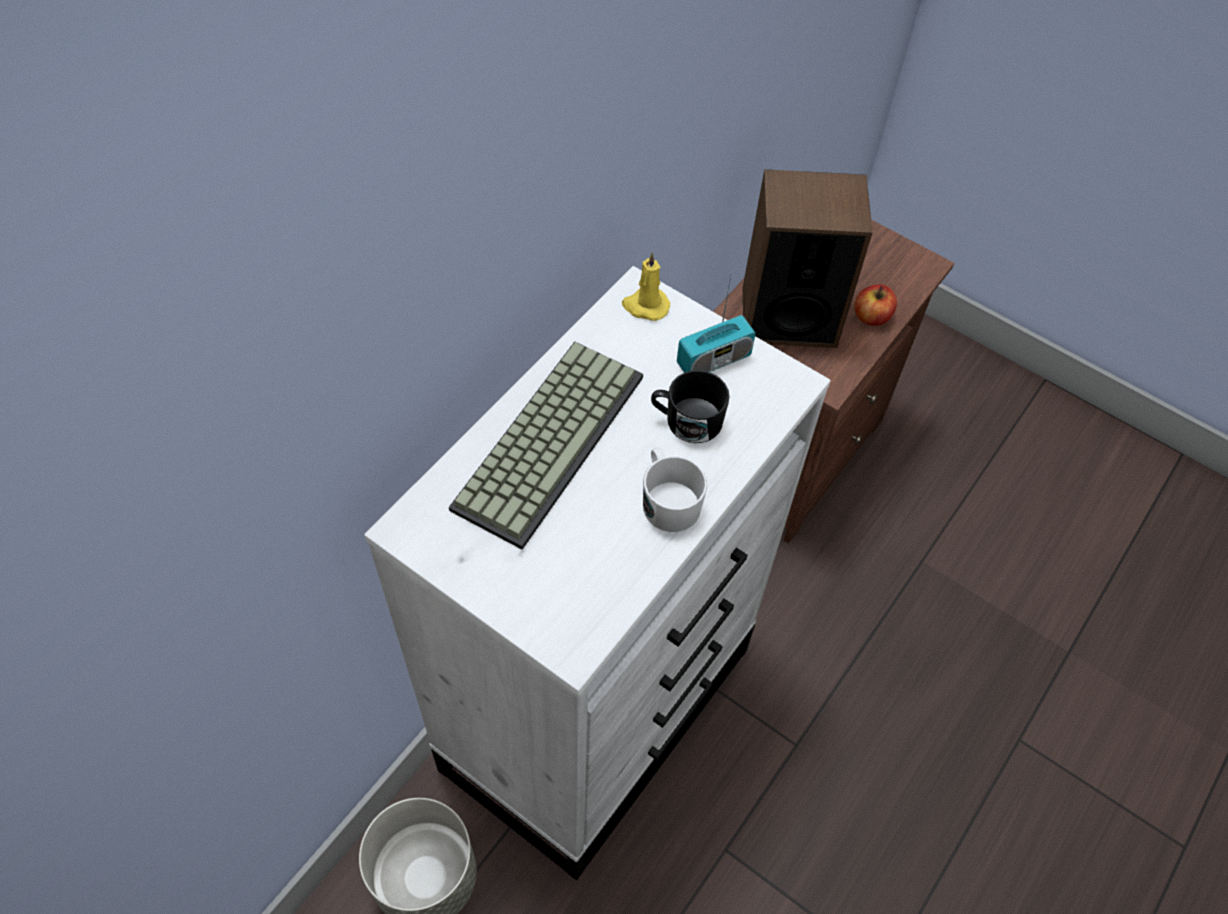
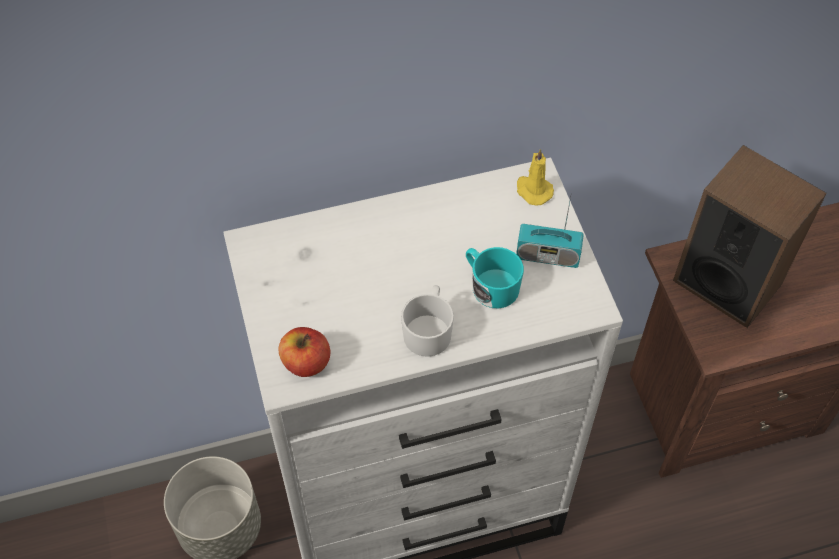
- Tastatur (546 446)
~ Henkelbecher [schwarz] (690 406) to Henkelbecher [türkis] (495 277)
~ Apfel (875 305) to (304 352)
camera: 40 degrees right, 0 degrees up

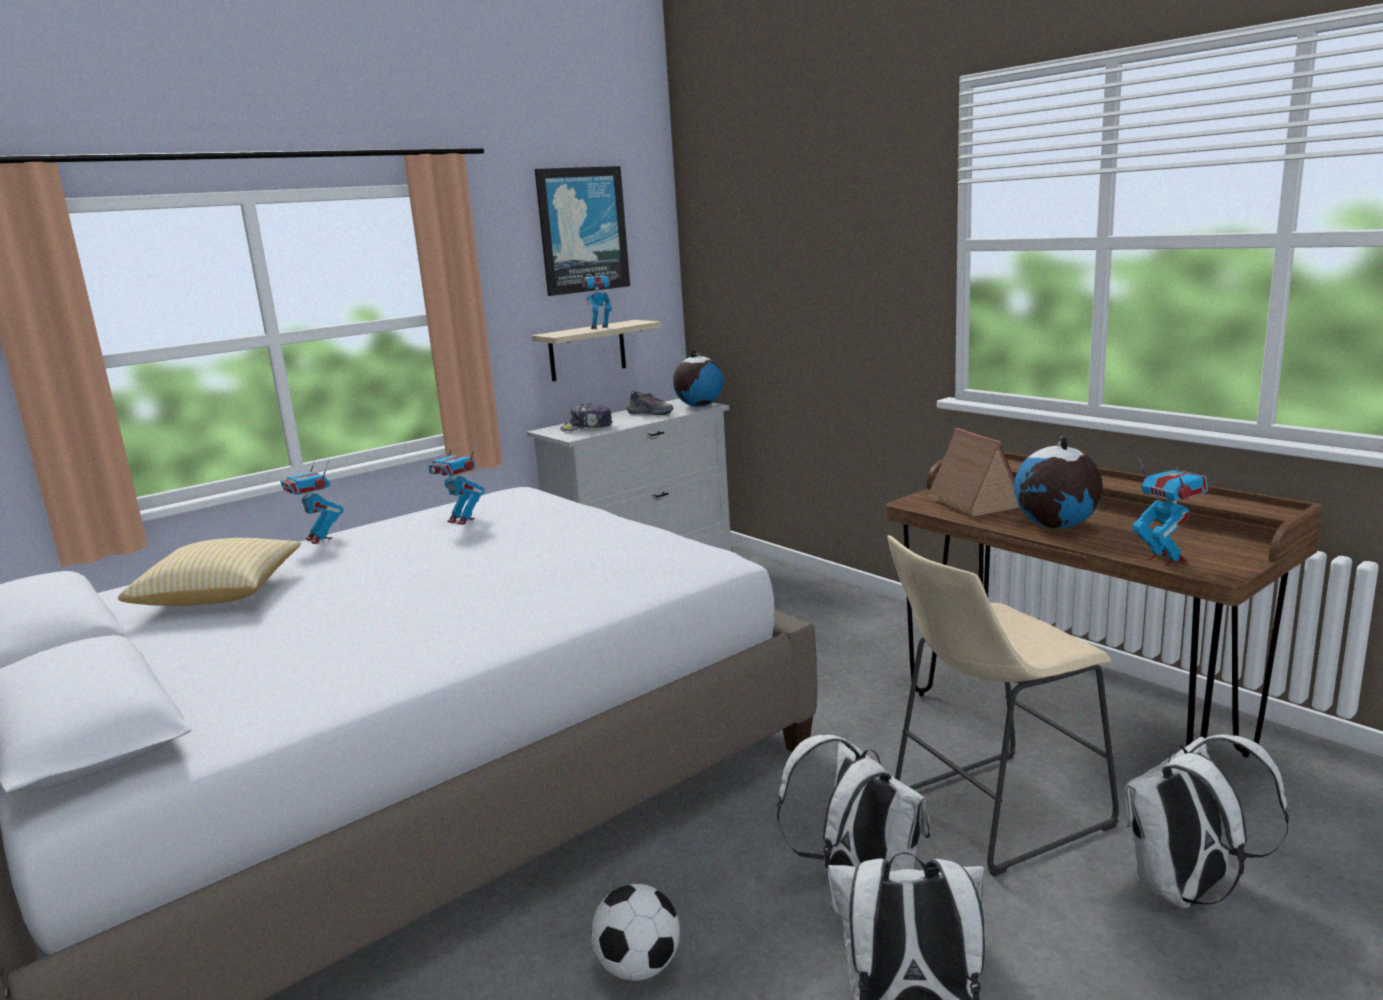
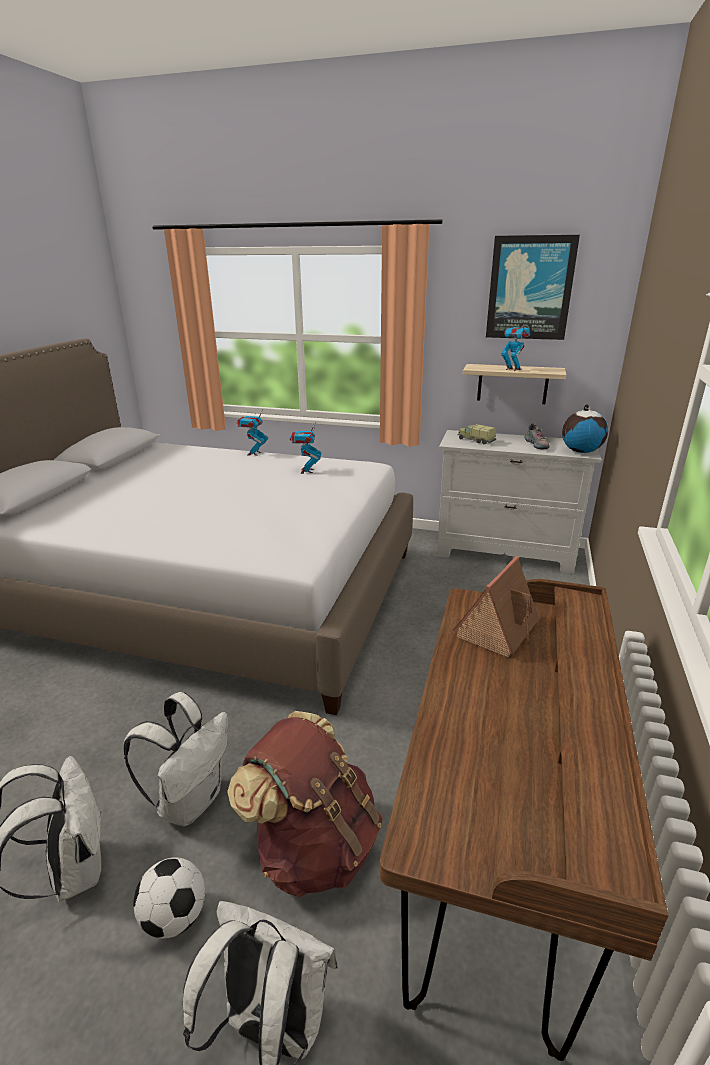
- Kissen (209 572)
~ Kappe (586 417) to Spielzeuglaster (476 434)
~ Fußball (635 932) to (169 898)
~ Hocker [beige] (1003 706) to Rucksack [braun] (305 804)
- Globus (1058 482)
- Spielzeugroboter (1170 512)
camera: 55 degrees right, 10 degrees up

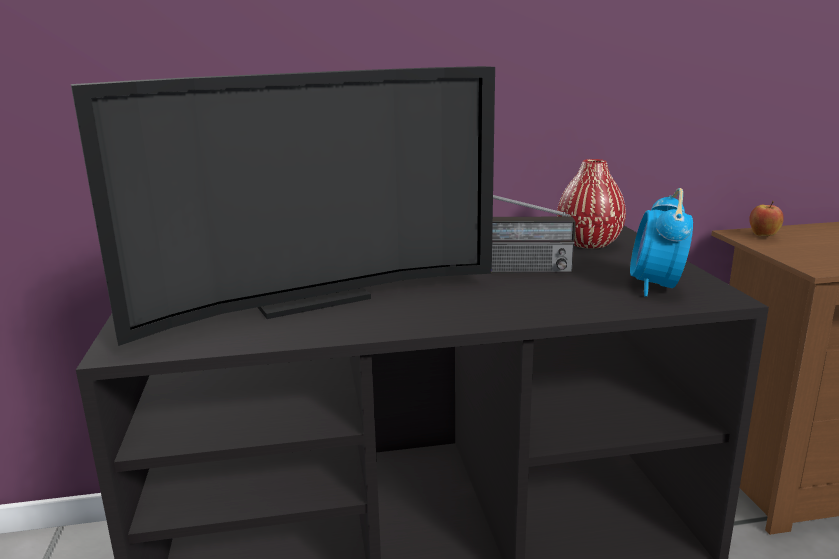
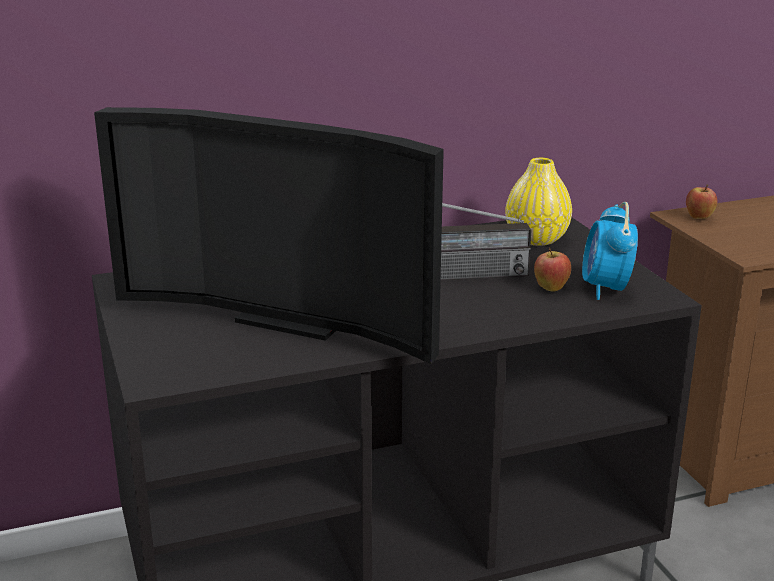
~ Fernseher (283 206) = (269 235) 60 degrees clockwise
~ Vase [rot] (591 204) to Vase [gelb] (538 202)
+ Apfel (552 269)
camera: 10 degrees left, 5 degrees up

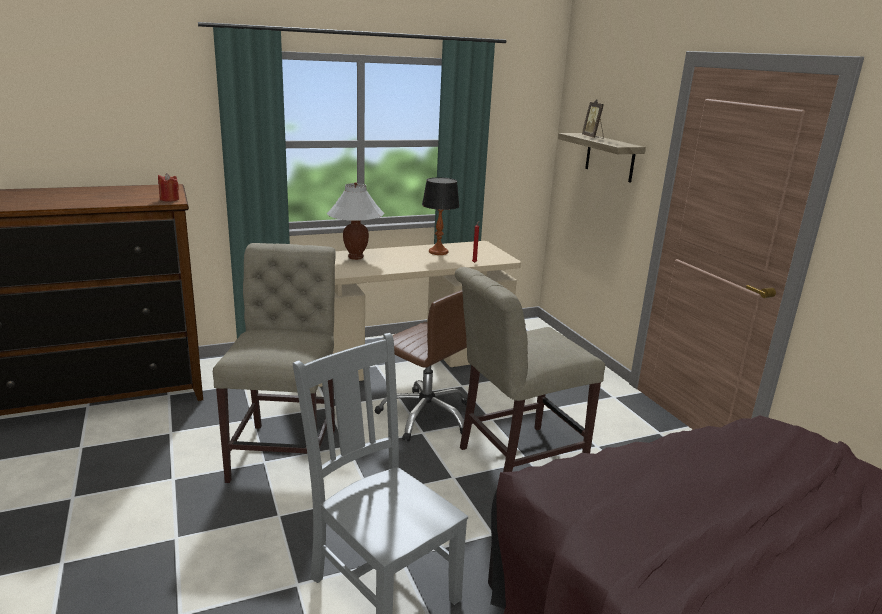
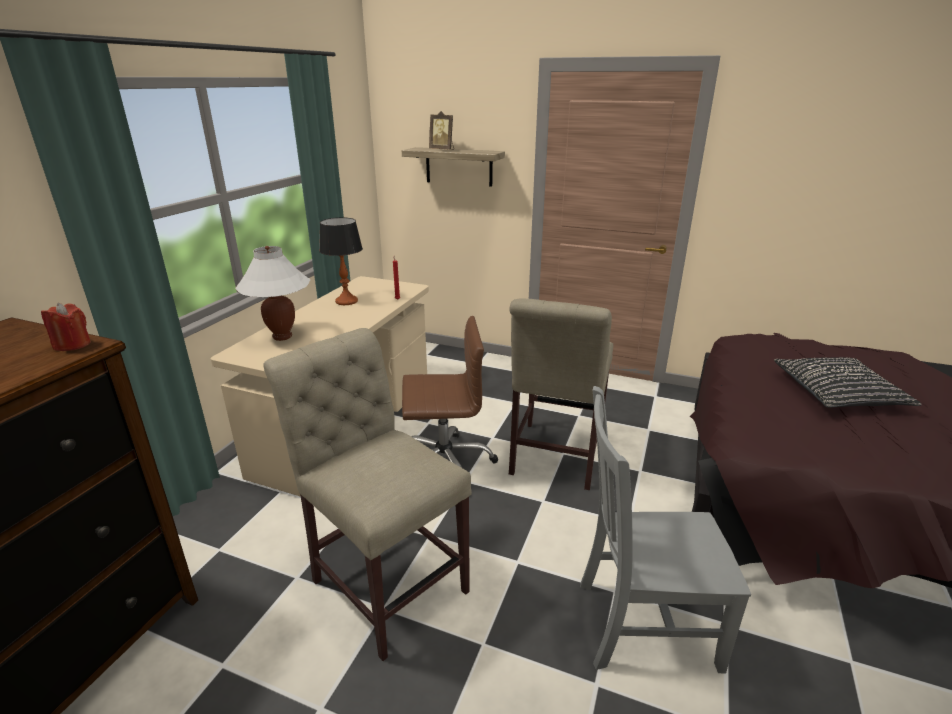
+ Kissen [schwarz] (848 382)
camera: 45 degrees left, 5 degrees up

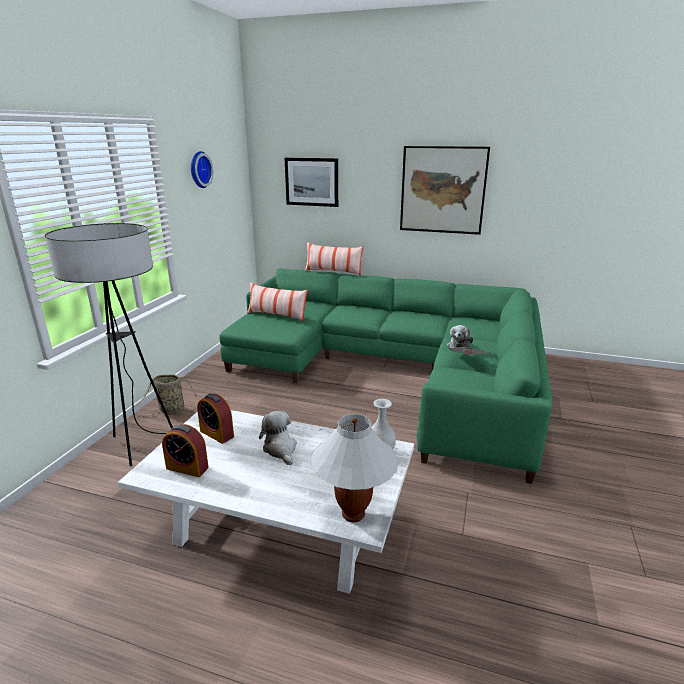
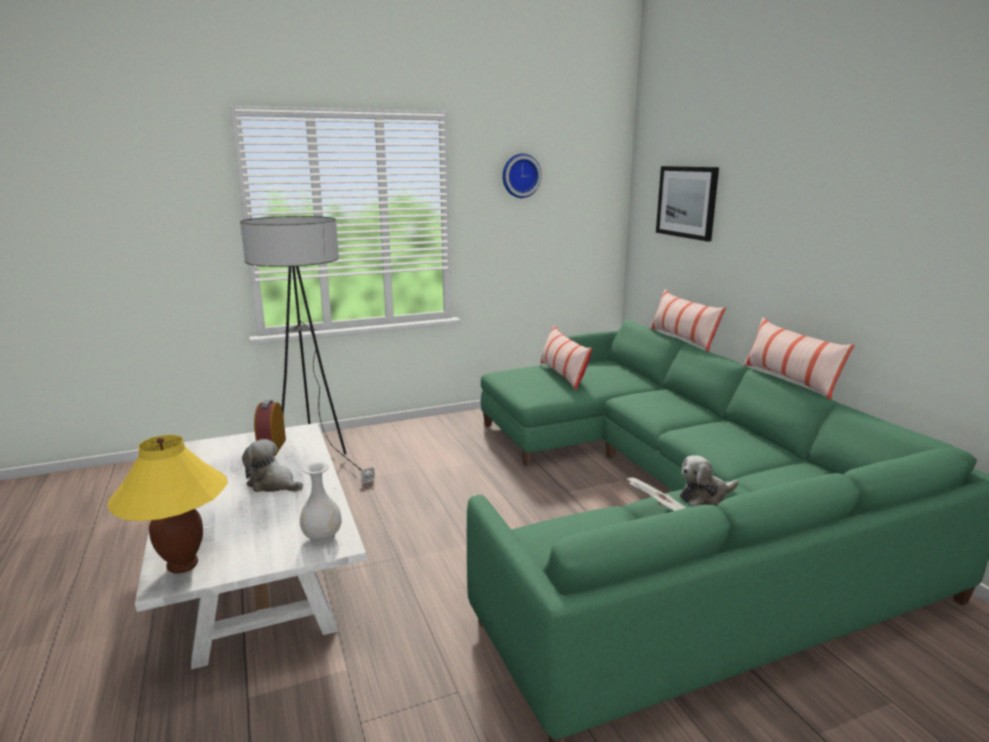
- Korb (165 394)
- Wecker (185 450)
~ Plüschtier (278 438) = (272 465) 90 degrees counterclockwise
~ Tischlampe [weiß] (354 468) to Tischlampe [gelb] (167 504)
- Bild (445 190)
+ Kissen (798 358)
camera: 50 degrees right, 5 degrees down

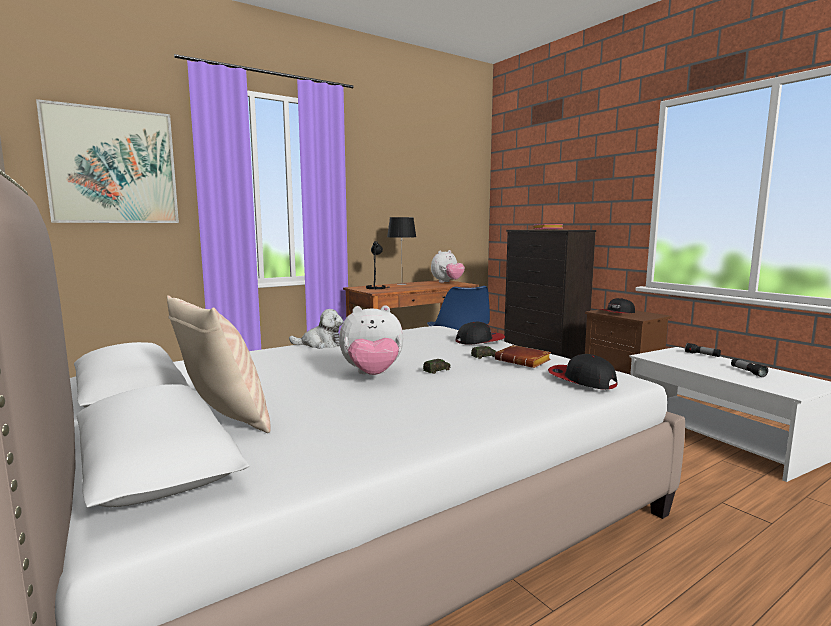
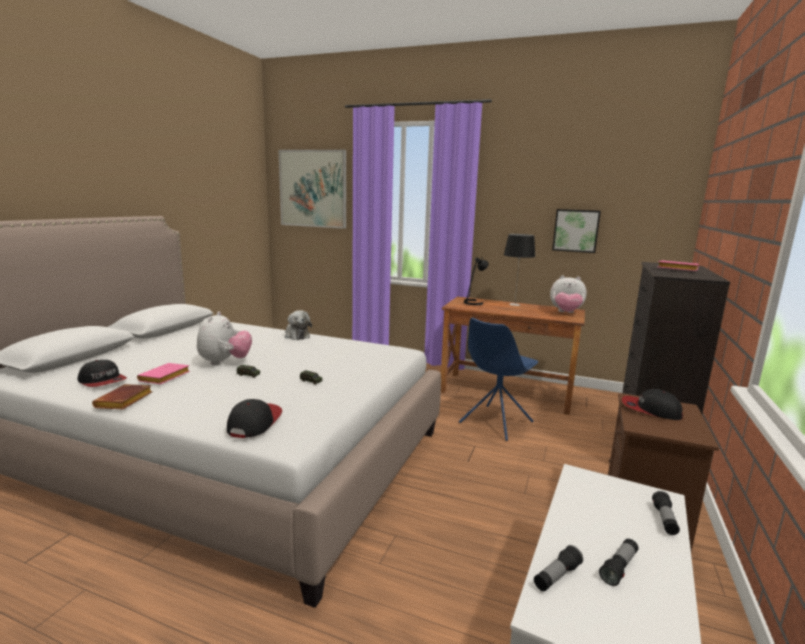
- Kissen [beige] (219 364)
~ Plüschtier (371 340) = (224 338) 135 degrees counterclockwise
~ Kappe (480 333) to (102 373)
~ Buch [braun] (523 356) to (122 396)
+ Buch [rosa] (163 373)
+ Taschenlampe (558 568)
+ Bild (576 231)
camera: 55 degrees right, 5 degrees up

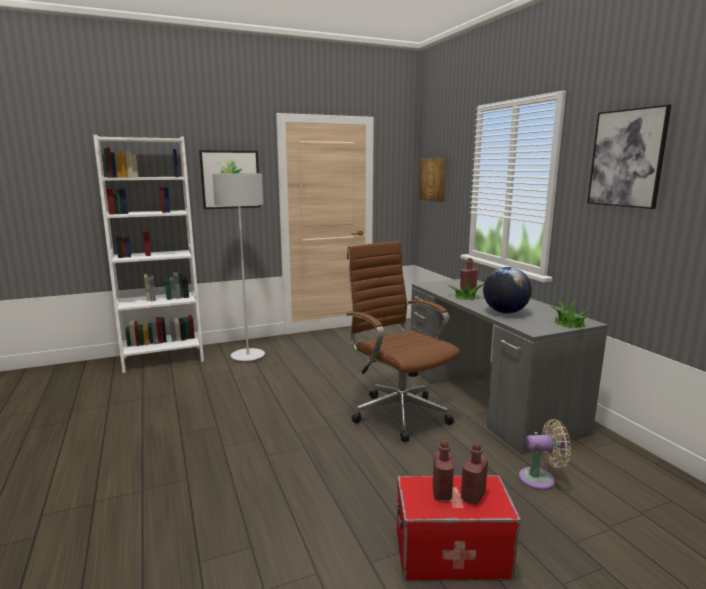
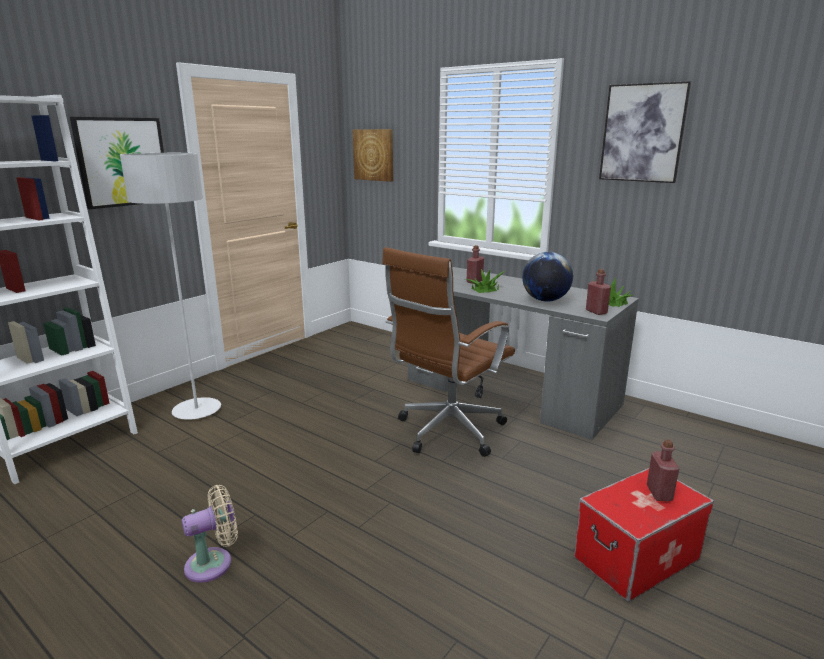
~ Bürostuhl [braun] (403 341) = (448 352) 75 degrees counterclockwise
~ Flasche [rot] (443 470) to (598 292)
~ Ventilator [beige] (545 454) to (210 534)
camera: 30 degrees left, 5 degrees up

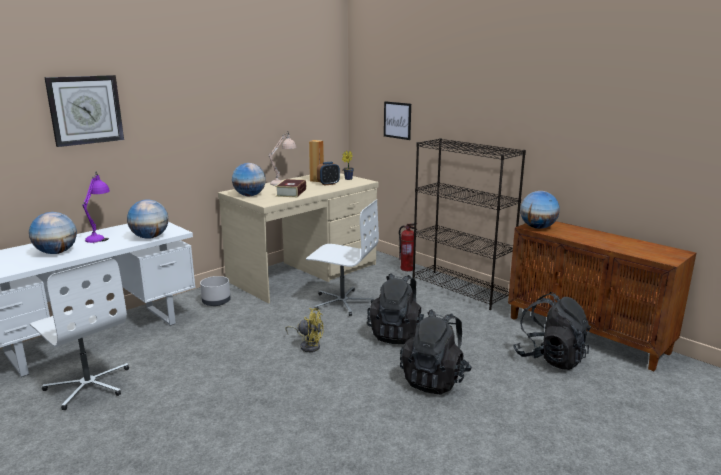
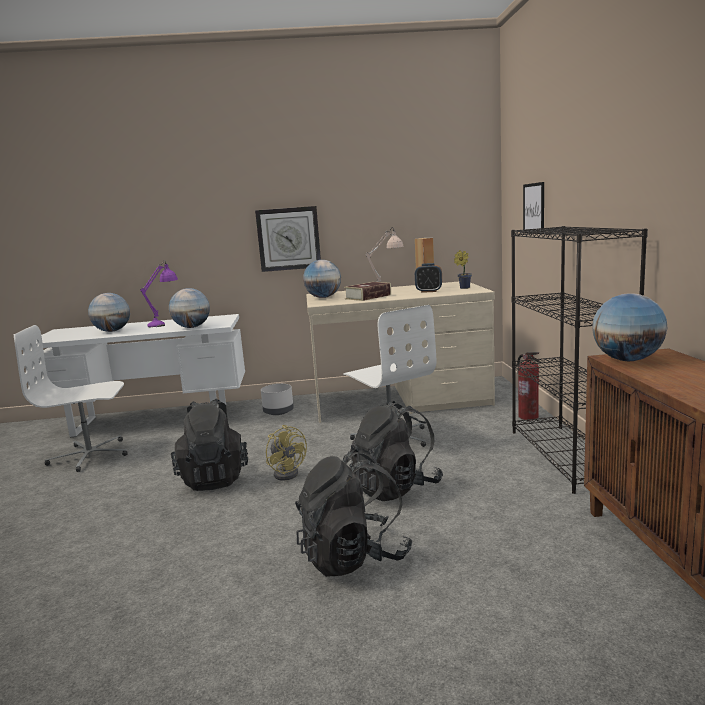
~ Bürostuhl [weiß] (79 334) = (71 398) 90 degrees clockwise
~ Wanduhr (84 111) to (288 239)
~ Rucksack [schwarz] (552 331) to (209 445)
camera: 40 degrees right, 5 degrees down

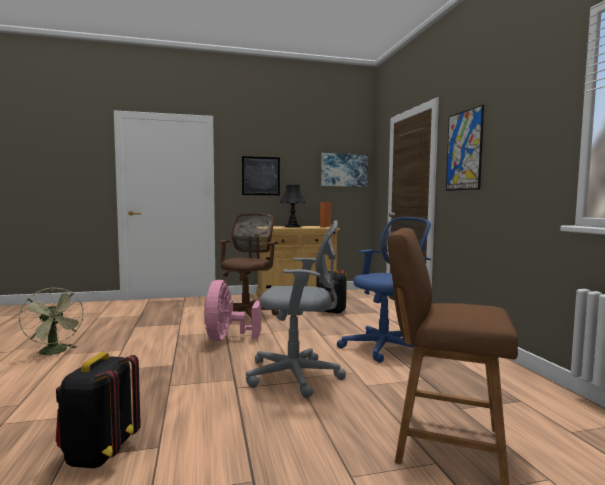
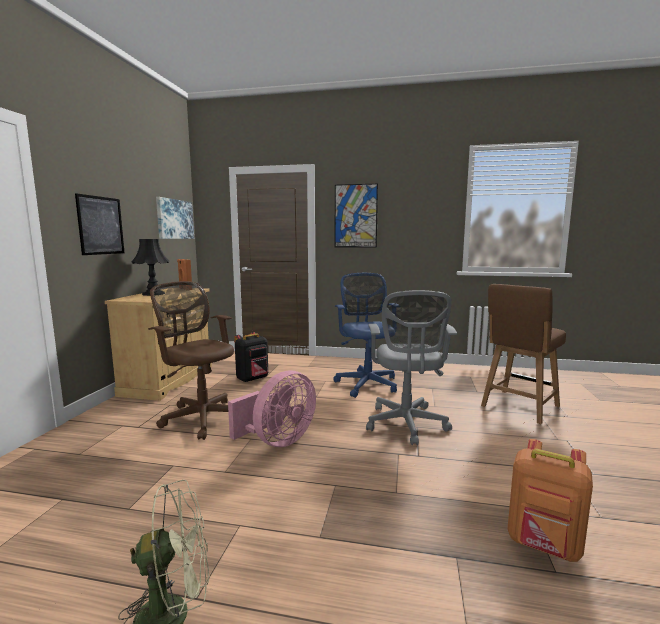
~ Rucksack [schwarz] (98 410) to Rucksack [orange] (550 500)
~ Ventilator [rosa] (232 311) = (272 409) 75 degrees counterclockwise
~ Bürostuhl [grau] (296 309) = (411 367) 150 degrees clockwise
camera: 65 degrees left, 5 degrees up

